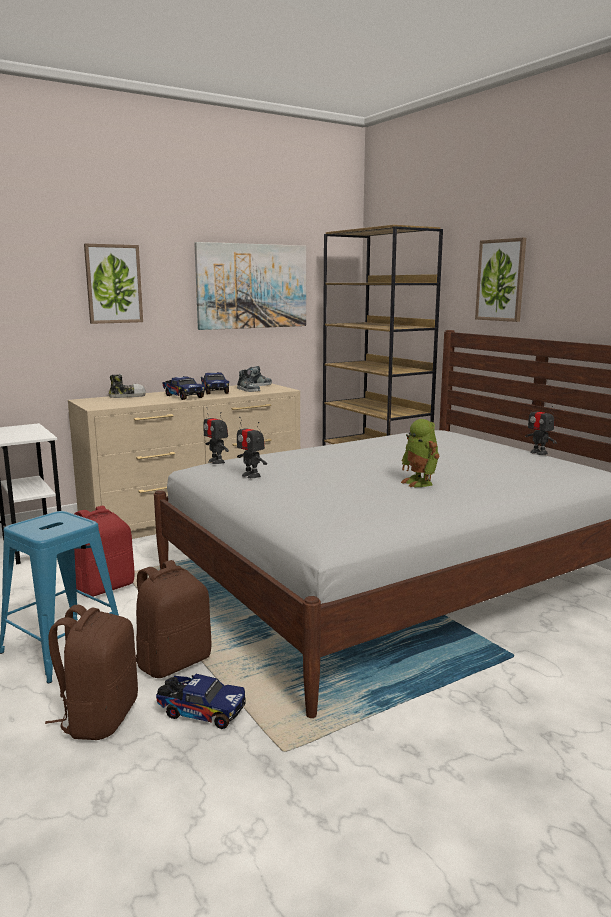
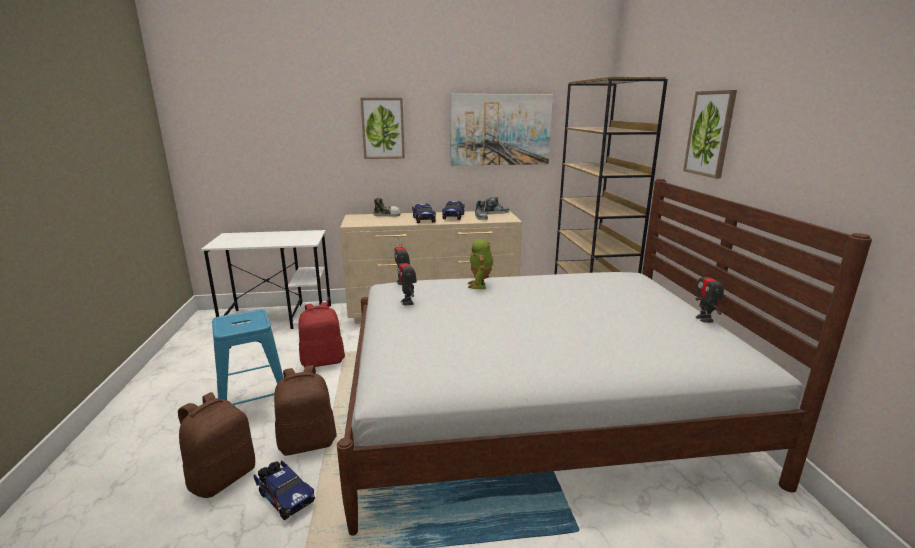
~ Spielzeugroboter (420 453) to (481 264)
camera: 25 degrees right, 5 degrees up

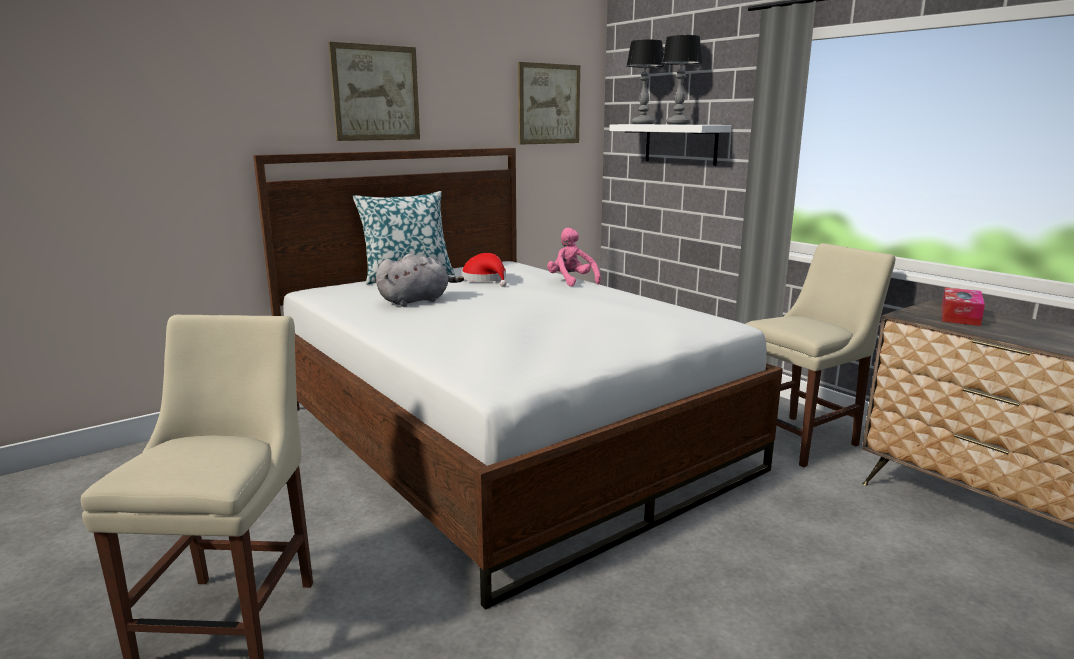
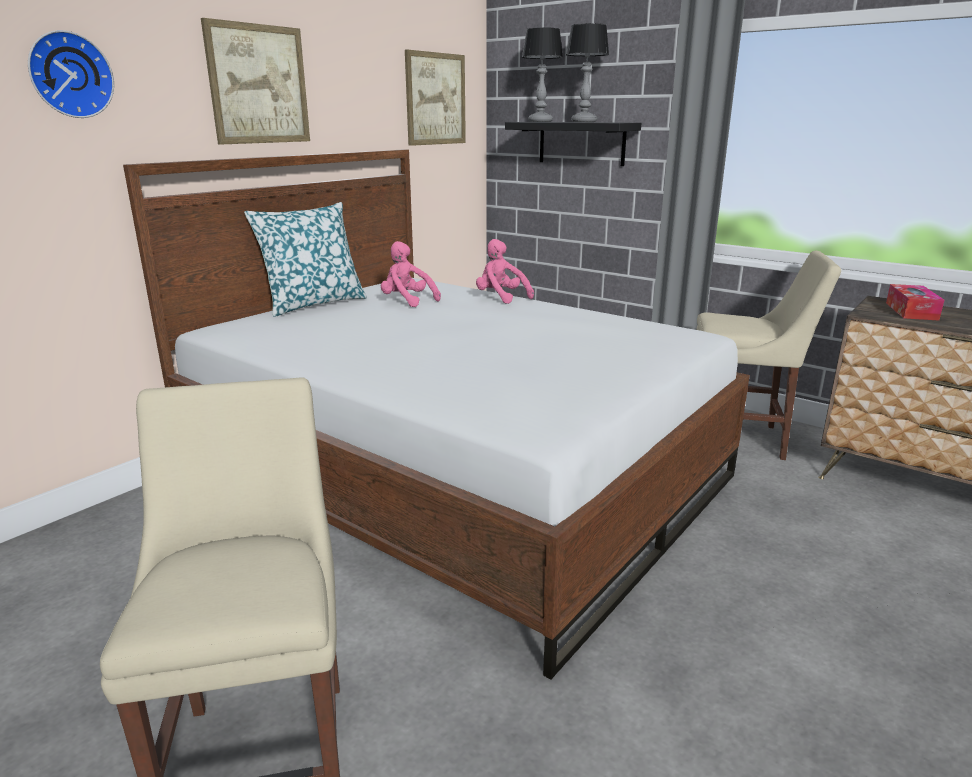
- Plüschtier [grau] (420 280)
~ Hut [rot] (484 270) to Plüschtier [rosa] (411 274)
~ Wandregal [weiß] (670 145) to Wandregal [schwarz] (573 144)
~ Stuhl [beige] (821 355) = (769 355) 60 degrees clockwise
+ Wanduhr (71 74)
camera: 15 degrees left, 5 degrees up

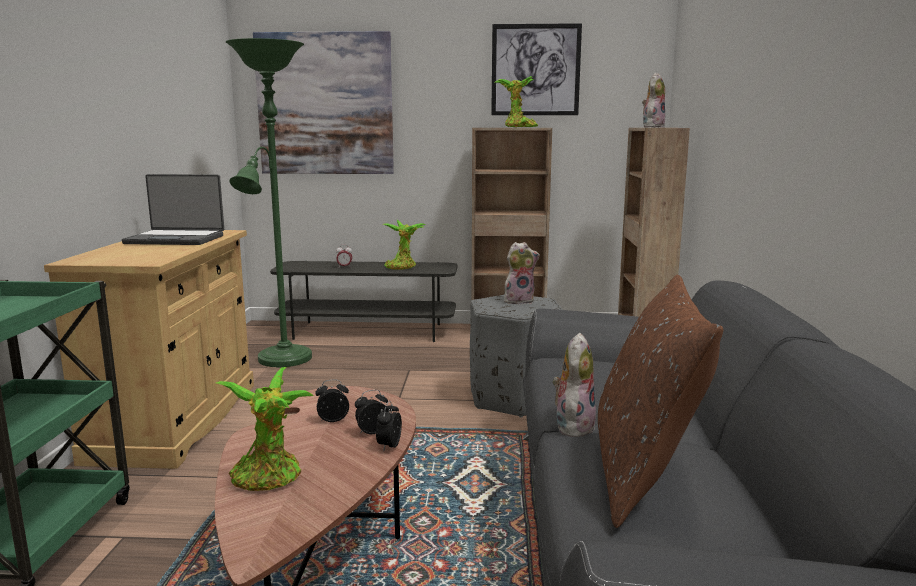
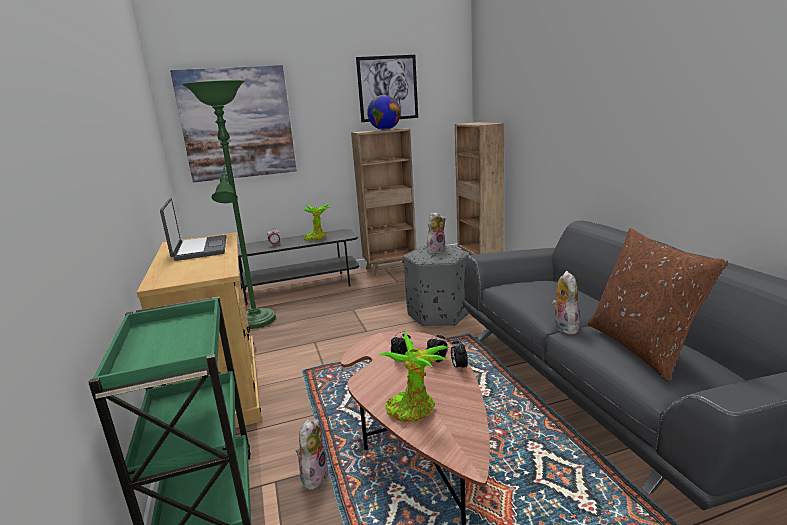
~ Laptop (173 209) = (193 229) 90 degrees counterclockwise
~ Topfpflanze (516 101) to Globus (384 112)
~ Plüschtier (653 99) to (312 455)
camera: 20 degrees left, 5 degrees up

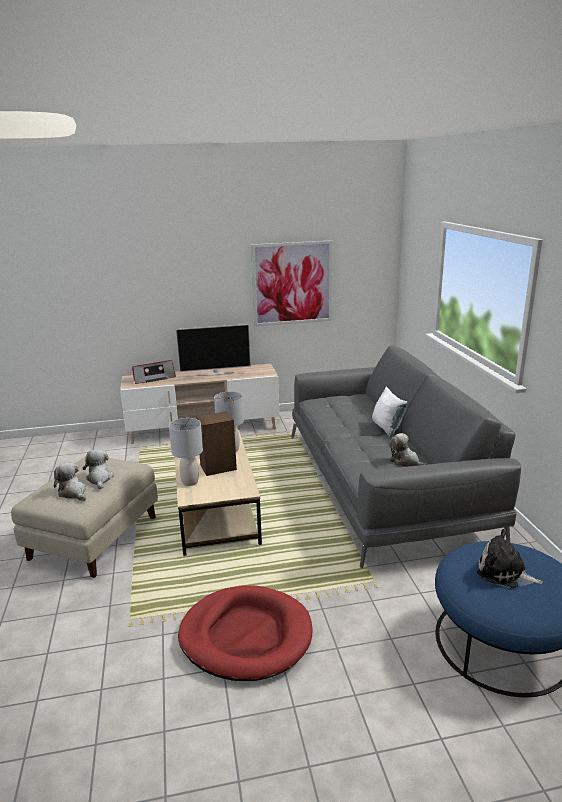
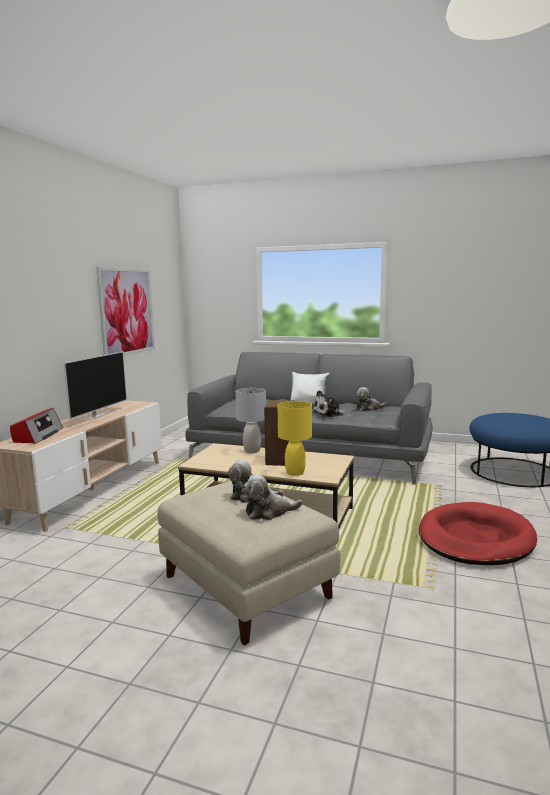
~ Tischlampe [grau] (186 452) to Tischlampe [gelb] (295 438)
~ Plüschtier (510 559) to (329 403)
camera: 60 degrees left, 10 degrees down

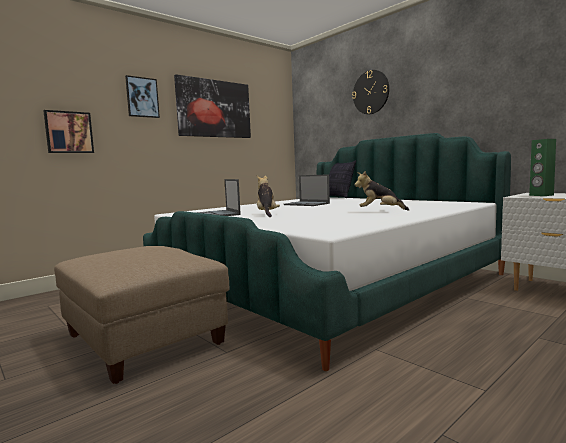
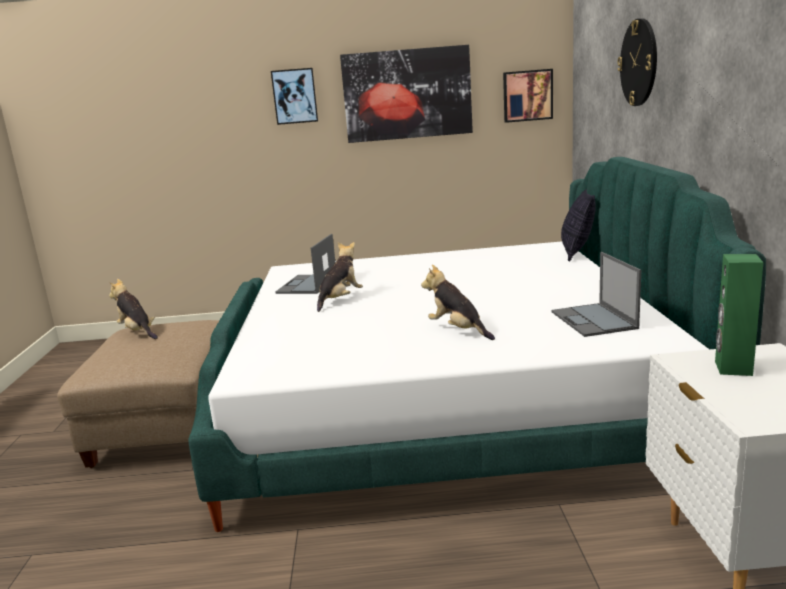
~ Bild (69 131) to (528 96)
~ Laptop (307 190) to (596 294)
+ Plüschtier (133 309)
camera: 40 degrees right, 10 degrees up

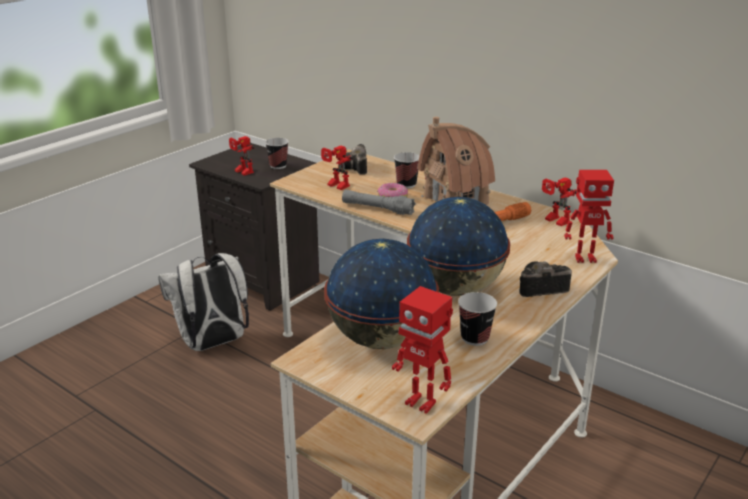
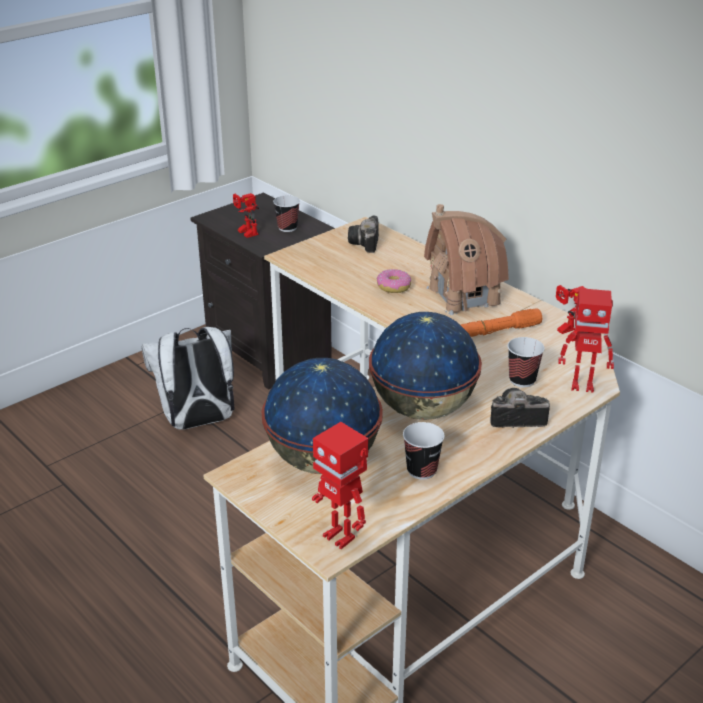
- Spielzeugroboter (337 168)
- Taschenlampe [grau] (379 202)
~ Tasse (406 170) to (526 362)
camera: 10 degrees right, 5 degrees up

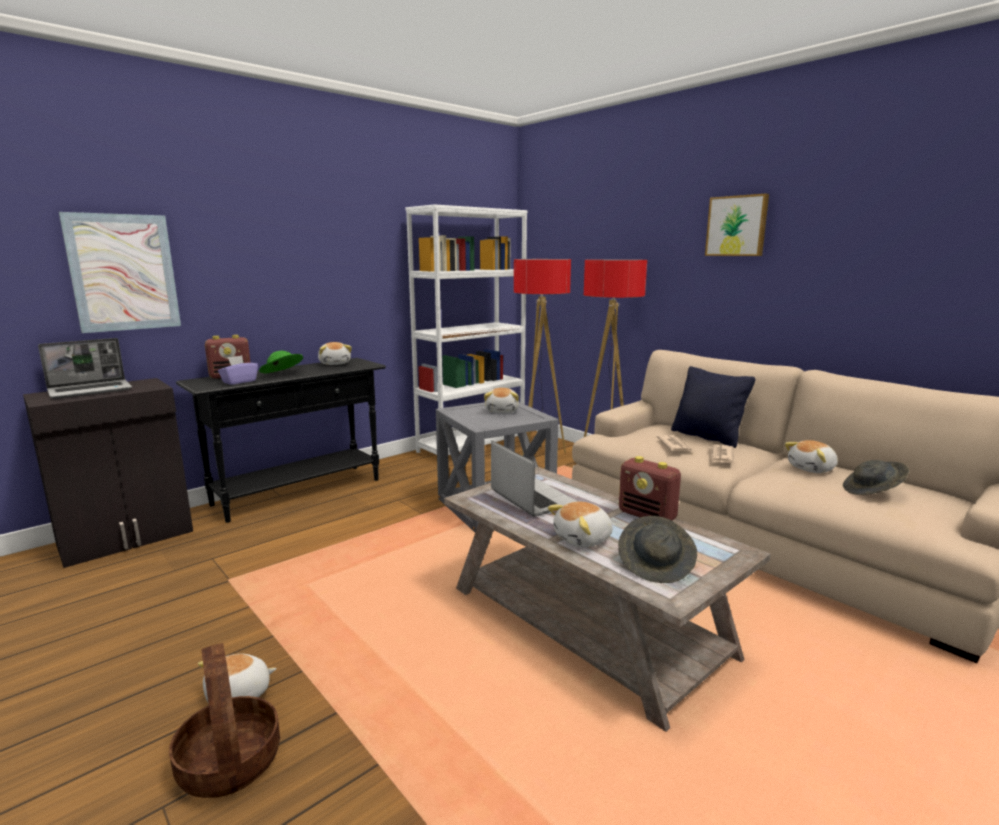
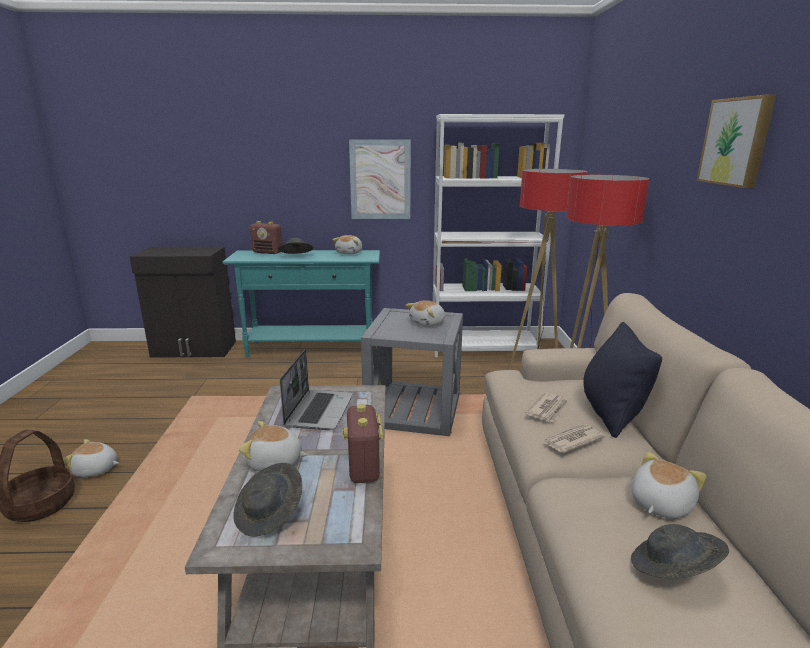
- Laptop (85 368)
~ Bild (120 272) to (380 179)
~ Konsolentisch [schwarz] (281 440) to Konsolentisch [türkis] (301 304)
- Taschentuchbox [lila] (238 370)
~ Hut [grün] (281 362) to Hut [grau] (295 246)
~ Plüschtier (811 456) = (668 485) 120 degrees clockwise
camera: 40 degrees right, 5 degrees up

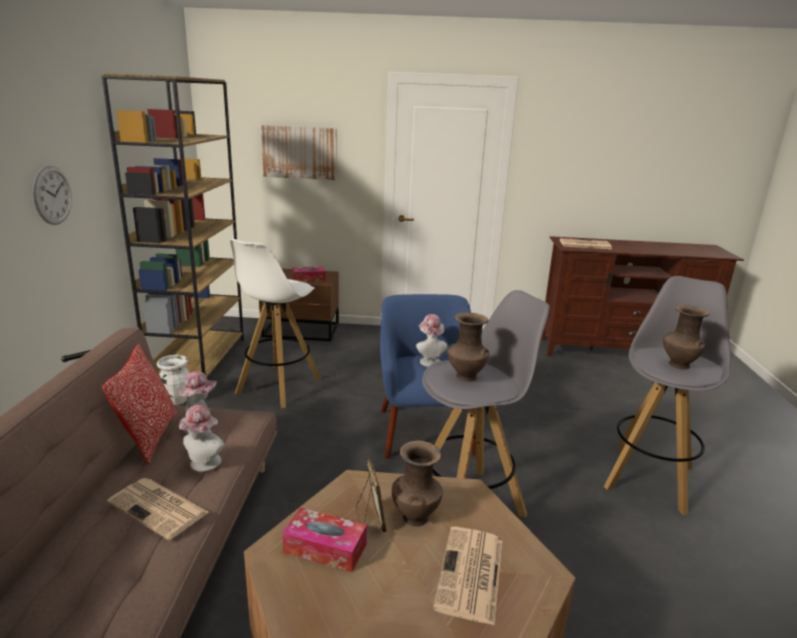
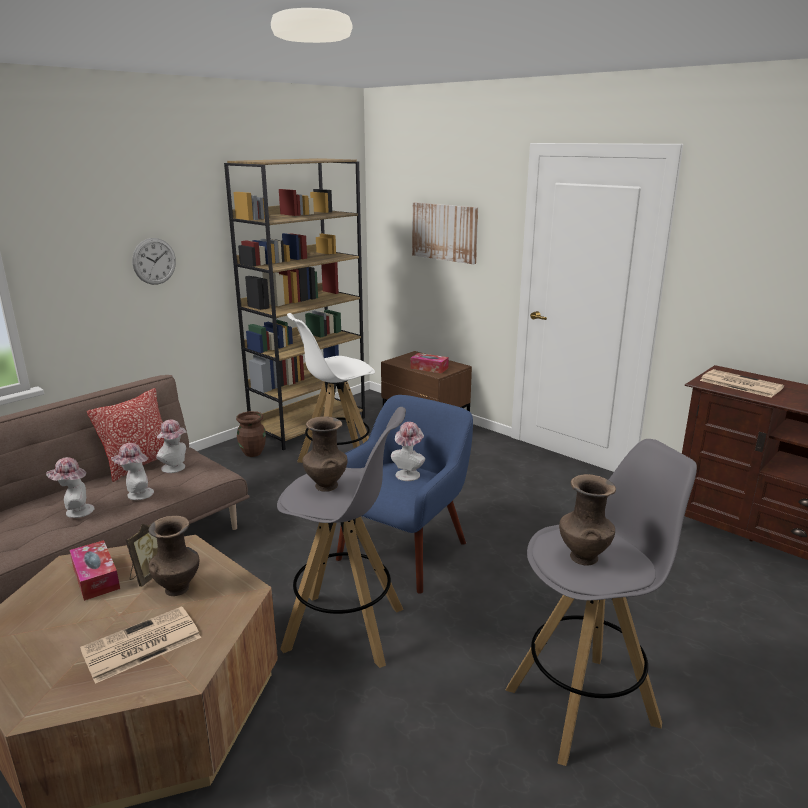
~ Zeitung (158 509) to Hut (70 487)
~ Vase [weiß] (173 380) to Vase [braun] (251 434)
camera: 40 degrees right, 0 degrees up

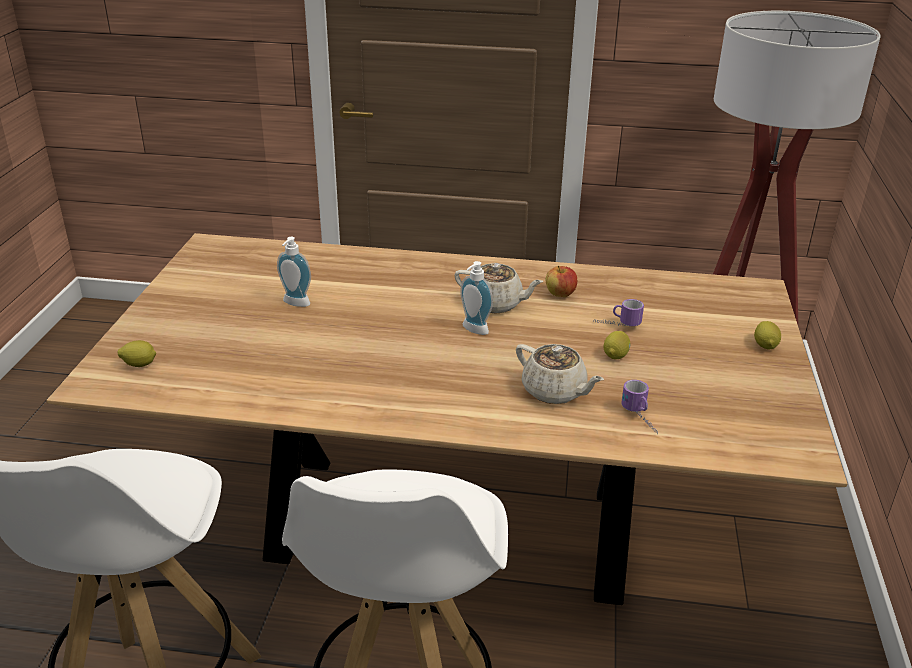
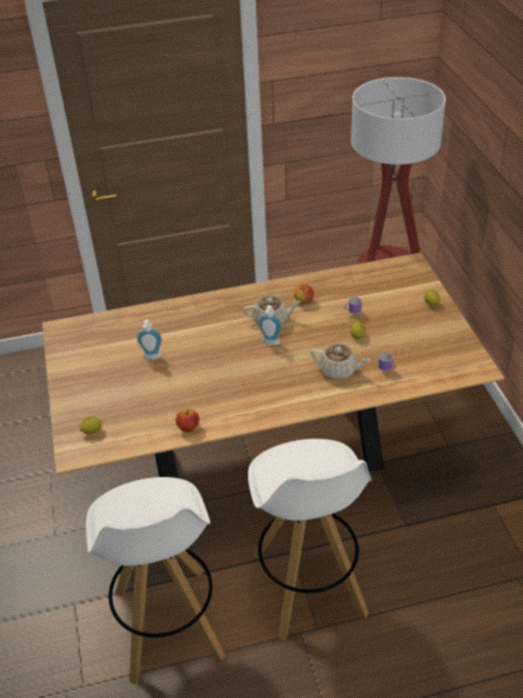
+ Apfel (187 420)
camera: 20 degrees left, 10 degrees up

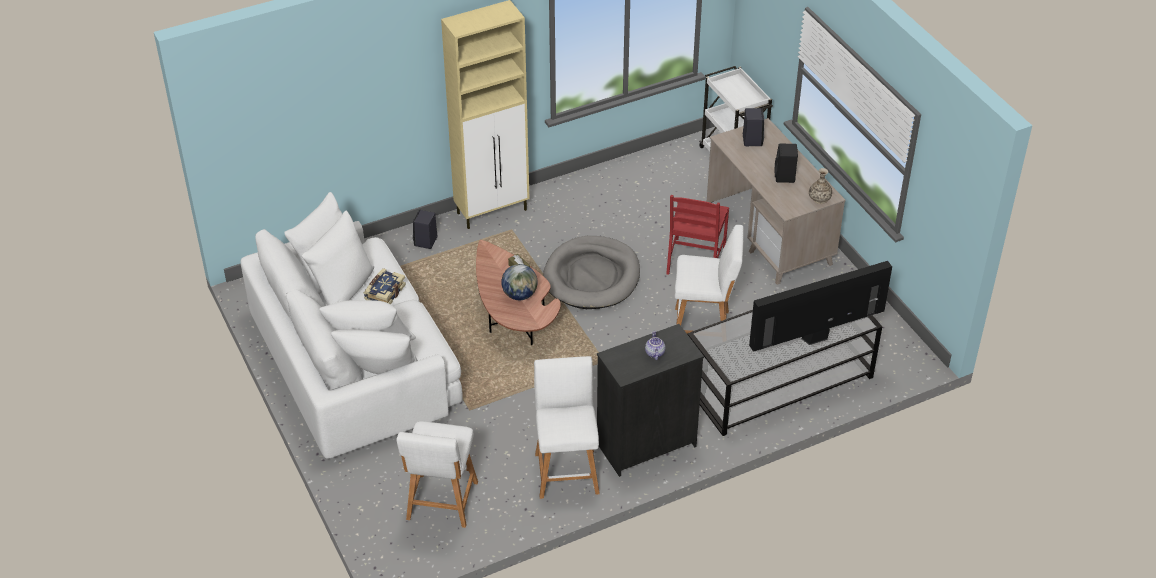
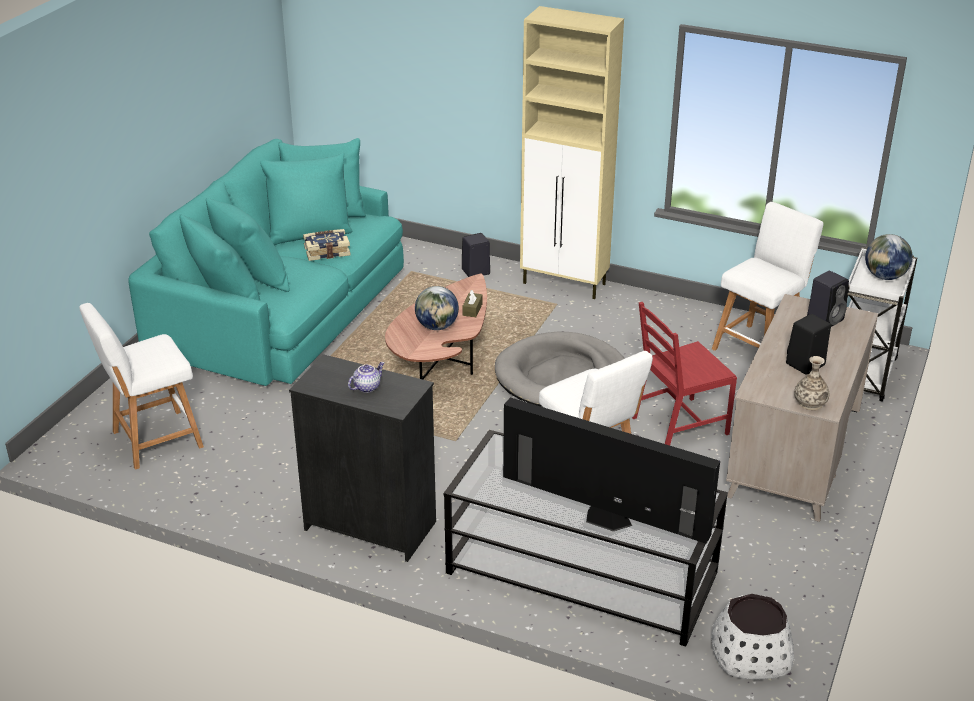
~ Sofa [weiß] (352 325) to Sofa [türkis] (266 262)
~ Hocker [weiß] (567 427) to (767 276)
+ Pflanzkübel [weiß] (752 637)
+ Globus (889 257)
camera: 50 degrees right, 10 degrees down

